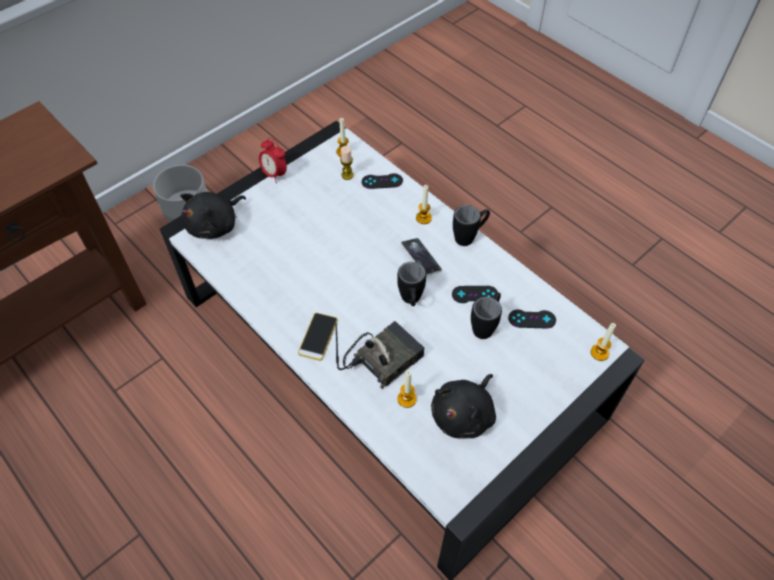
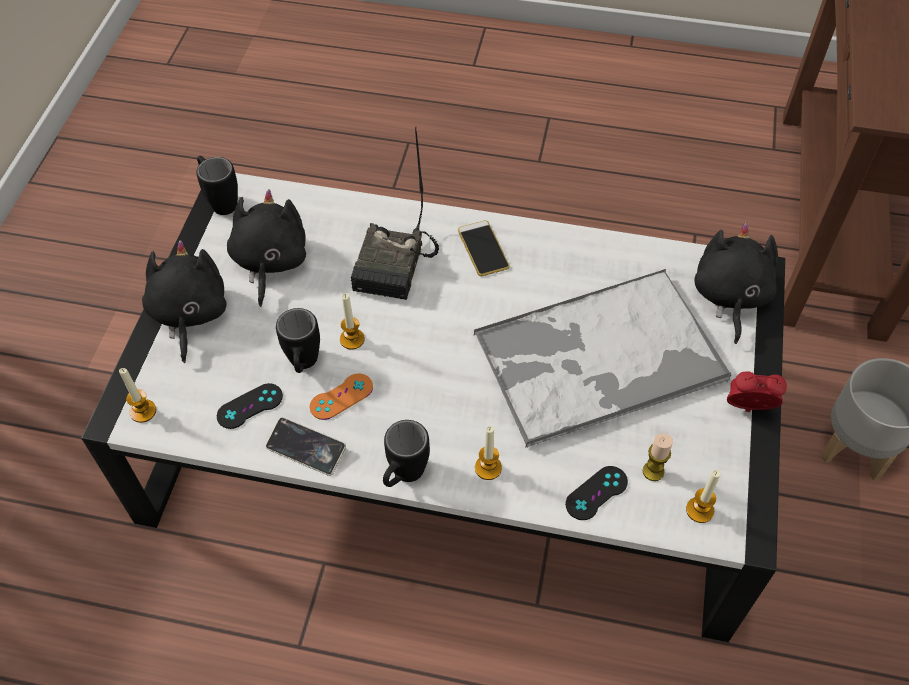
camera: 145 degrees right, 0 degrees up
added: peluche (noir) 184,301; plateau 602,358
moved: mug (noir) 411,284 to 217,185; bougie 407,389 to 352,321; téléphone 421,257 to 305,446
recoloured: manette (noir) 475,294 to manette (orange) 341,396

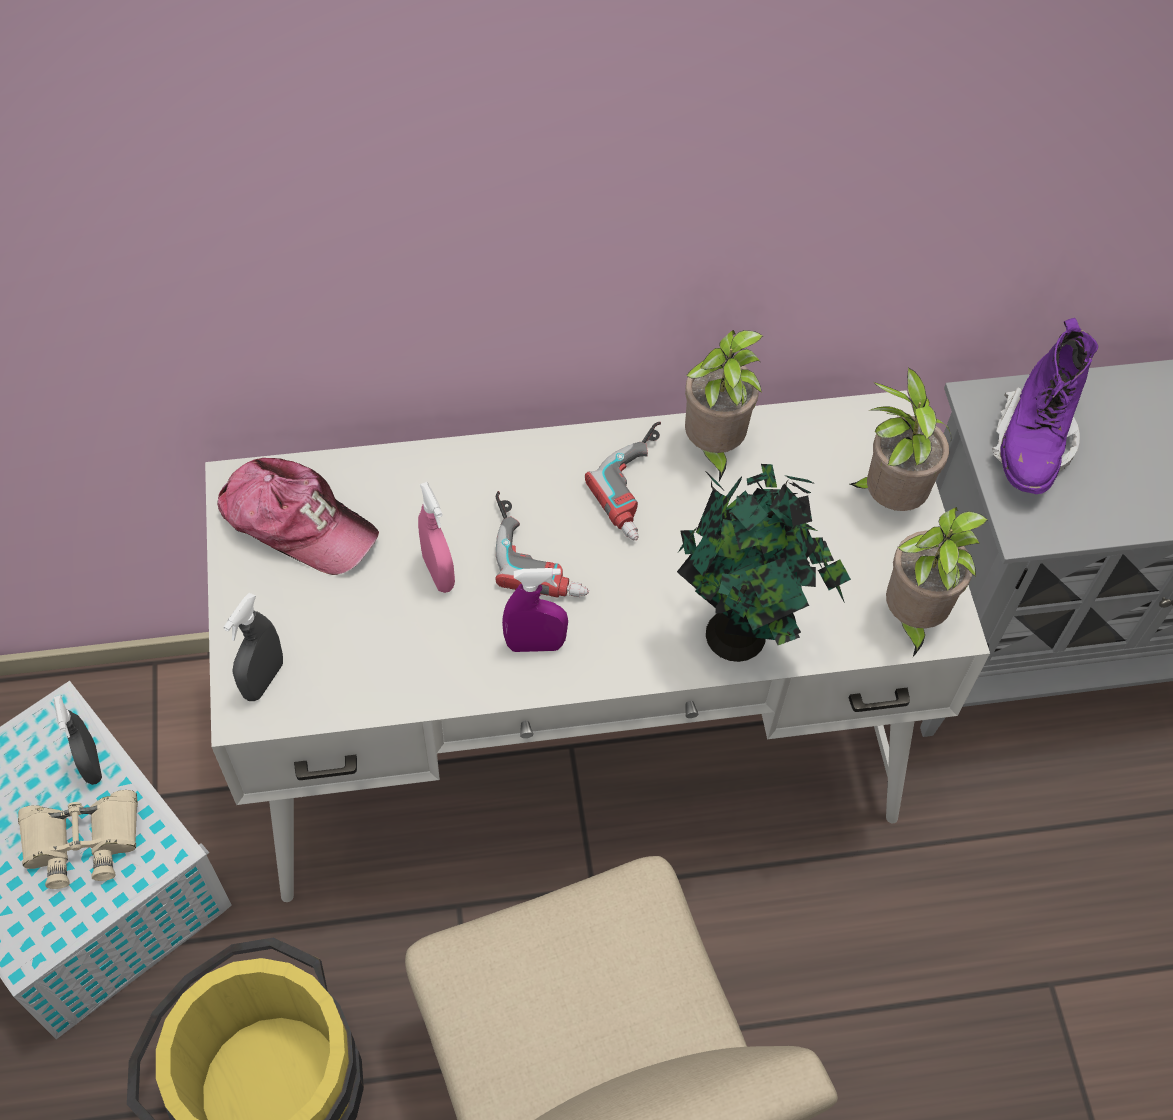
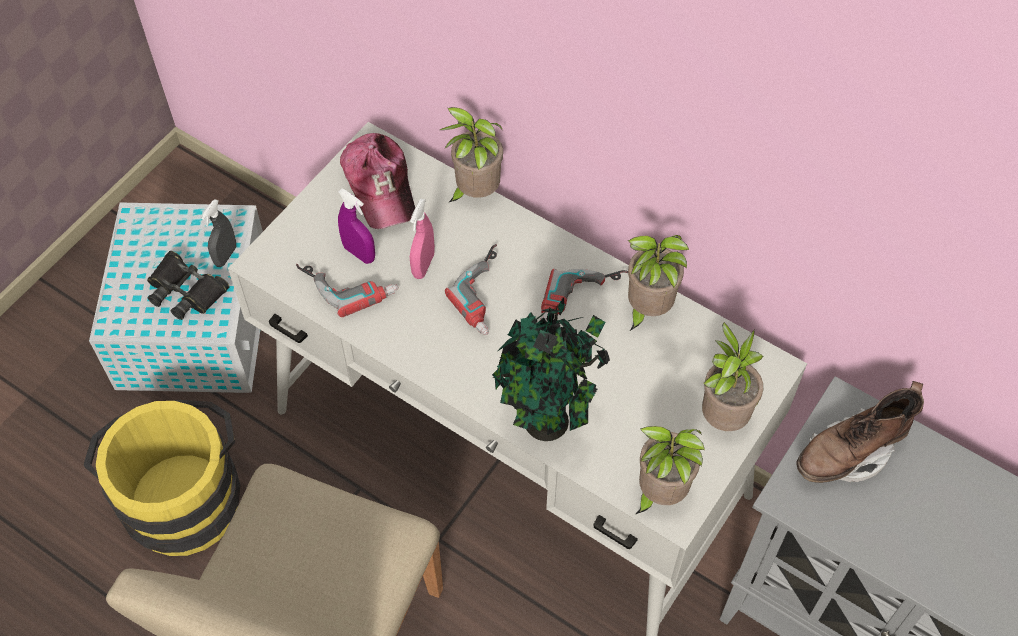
camera: 45 degrees right, 0 degrees up
removed: vaporisateur (gris) 253,647
added: perceuse 347,290; plante en pot 471,155
moved: vaporisateur (violet) 535,610 to 356,226
recoloured: jumelles (beige) 78,839 to jumelles (noir) 188,285; botte (violet) 1045,406 to botte (marron) 860,432

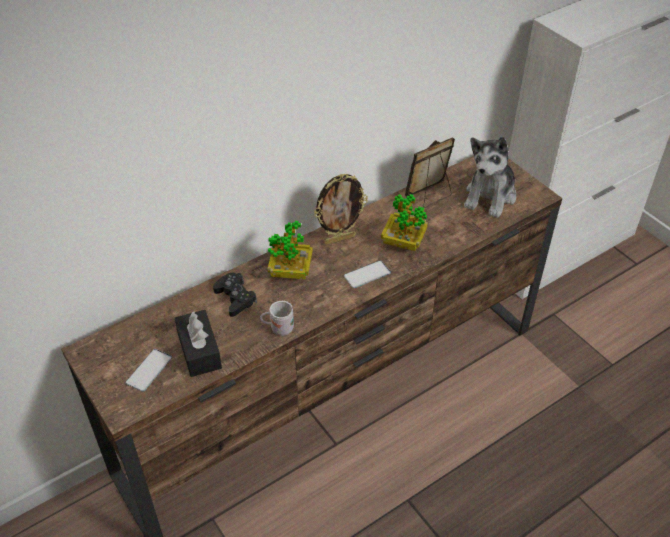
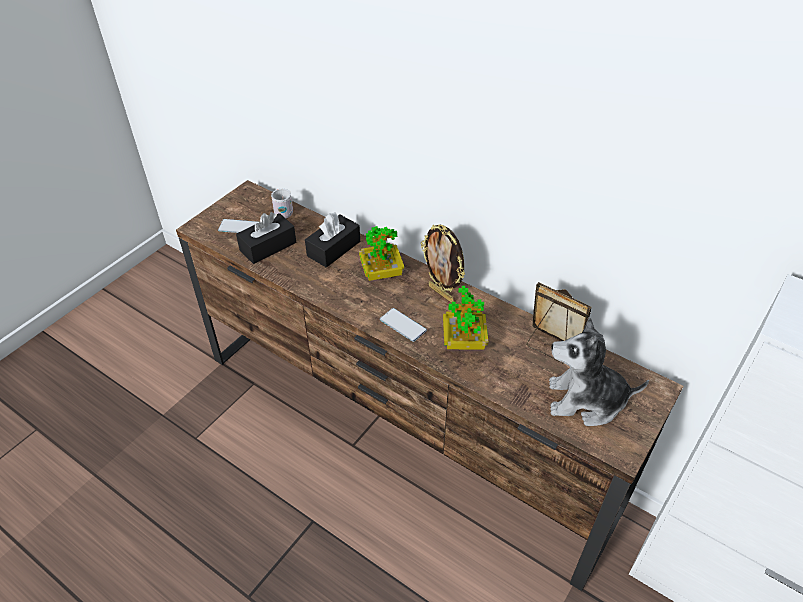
camera: 70 degrees right, 0 degrees up
moved: mug (blanc) 278,318 to 282,203
replaced: manette (noir) 235,295 to boîte à mouchoirs (noir) 332,240

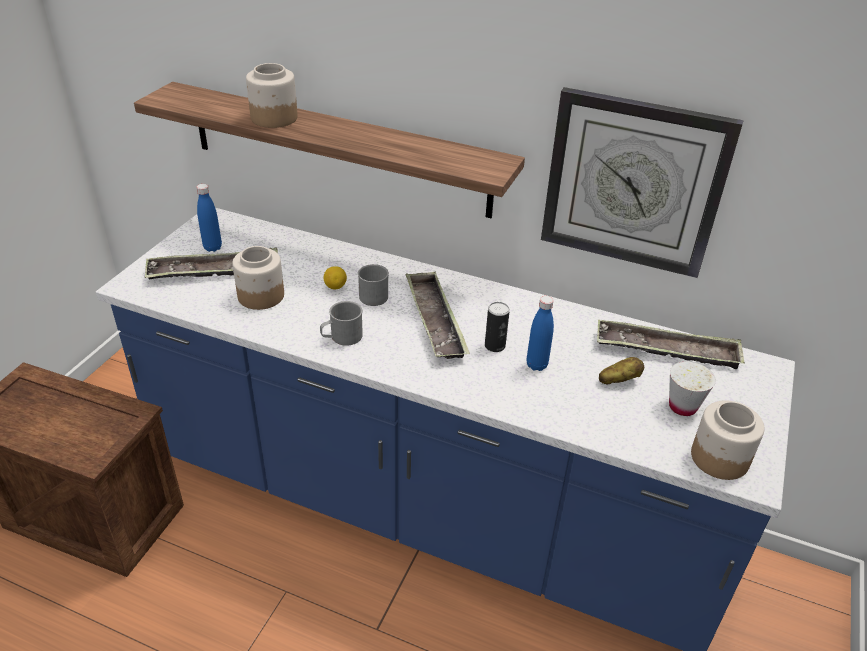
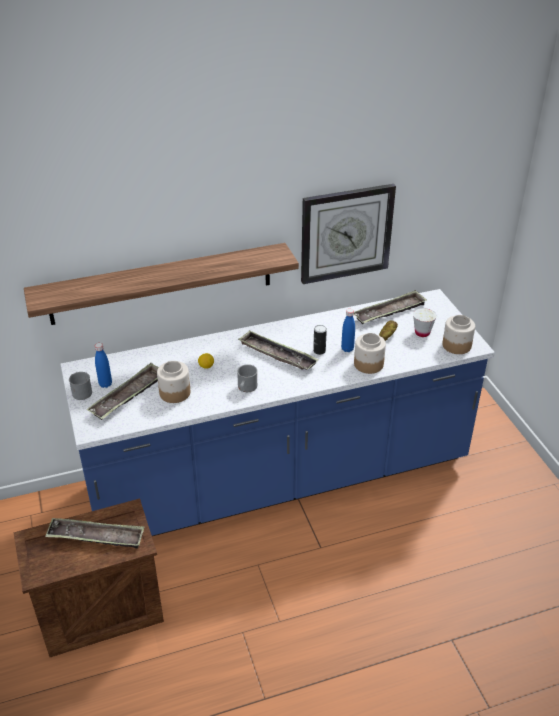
camera: 40 degrees left, 0 degrees up
added: plateau 94,533
moved: bocal 272,95 to 370,353; mug (gris) 373,285 to 80,386

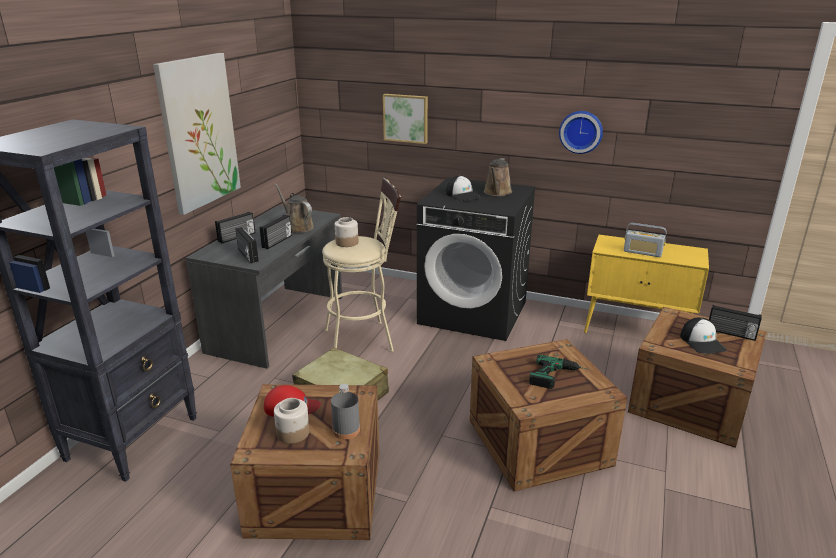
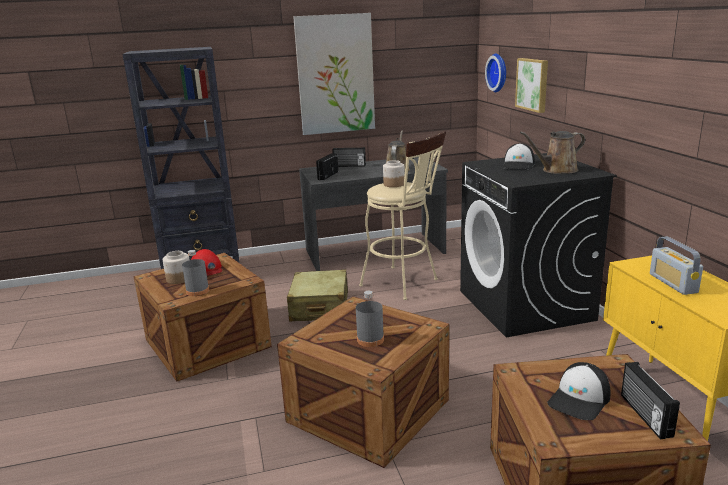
camera: 55 degrees right, 5 degrees down
removed: radio 276,232
moved: horloge murale 581,132 to 495,73
replaced: perceuse 559,372 to bouteille (gris) 370,319

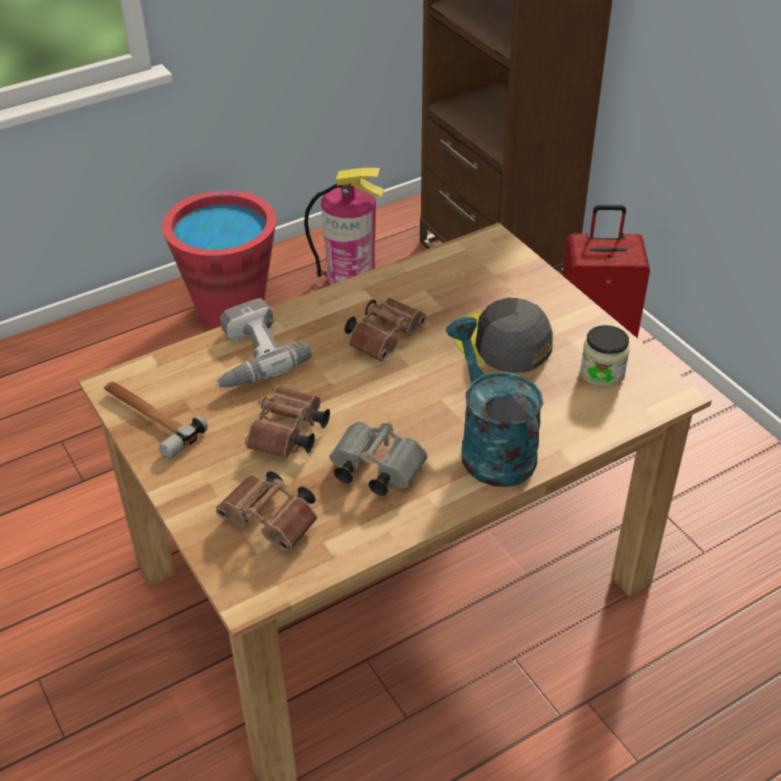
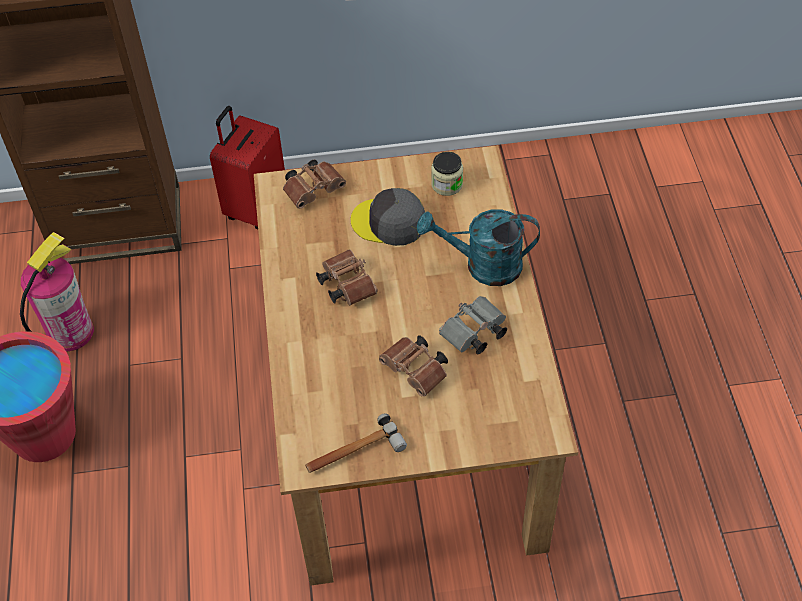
camera: 65 degrees left, 10 degrees up
removed: perceuse 263,342
moved: jumelles (marron) 266,511 to 314,184
turned: casquette (gris) 503,335 = 388,217 45 degrees clockwise

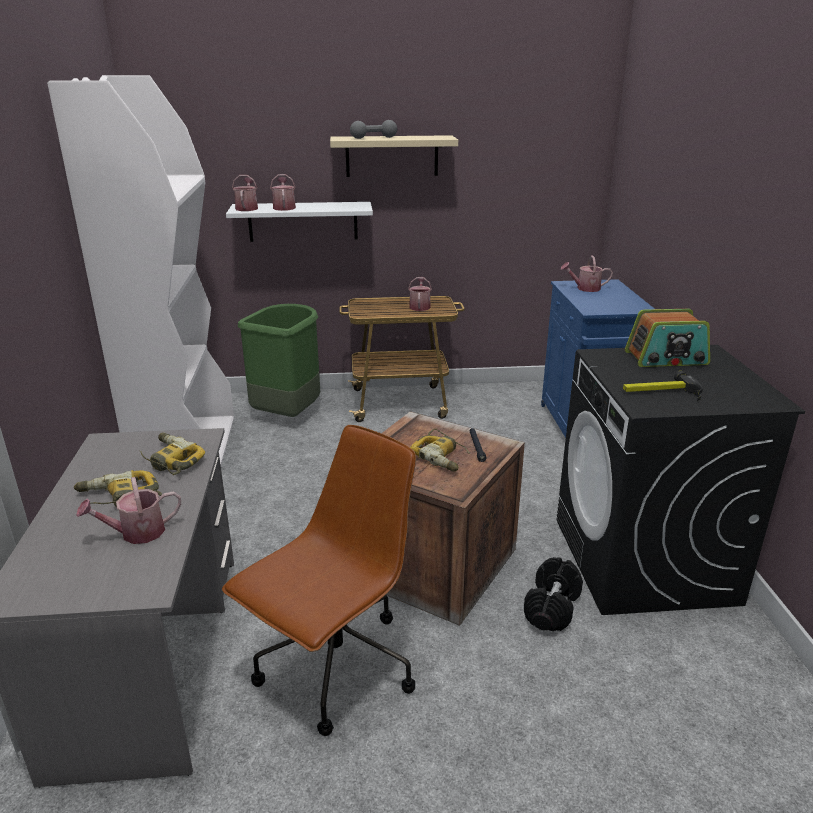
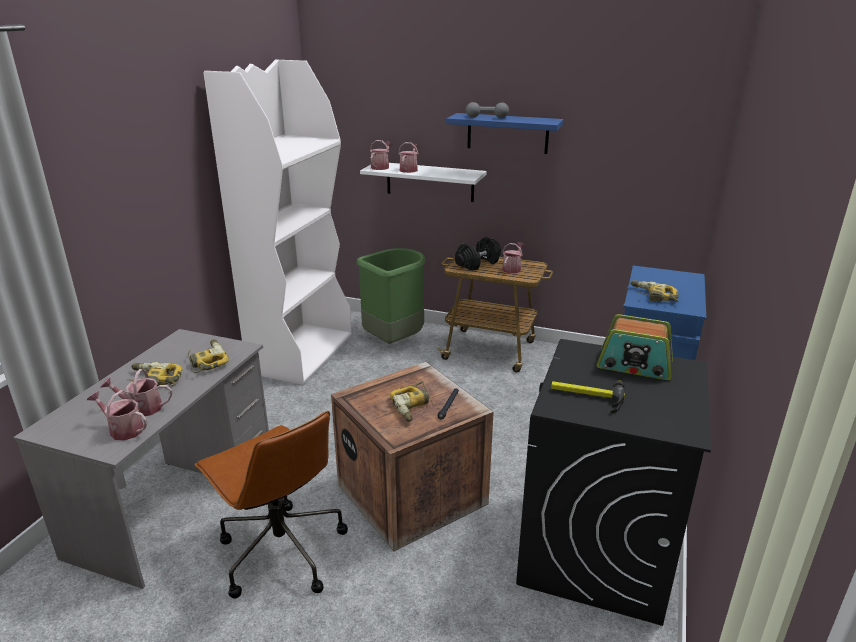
camera: 25 degrees right, 0 degrees up
added: perceuse 655,291
moved: haltère (noir) 553,594 to 478,254; arrosoir 587,273 to 117,415
recoloured: étagère (beige) 394,156 to étagère (bleu) 504,133
turned: chaise de bureau (marron) 319,580 = 271,505 75 degrees clockwise

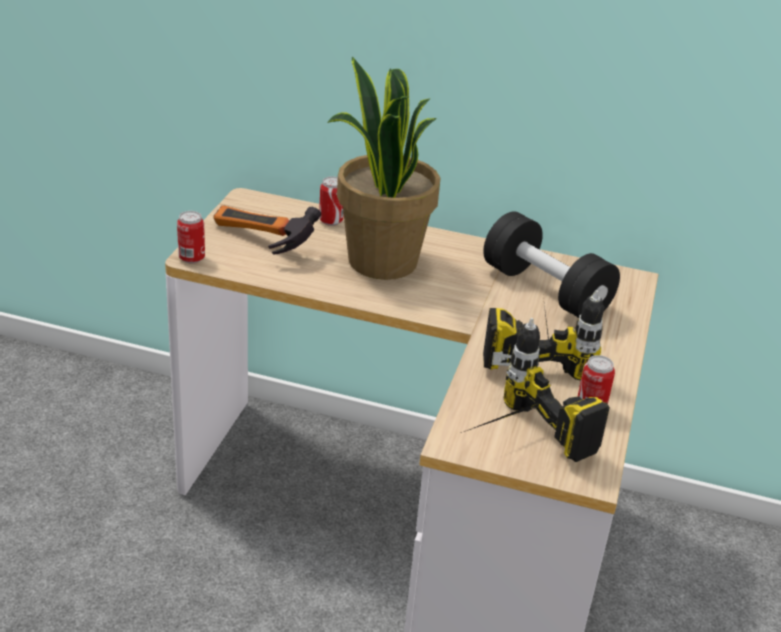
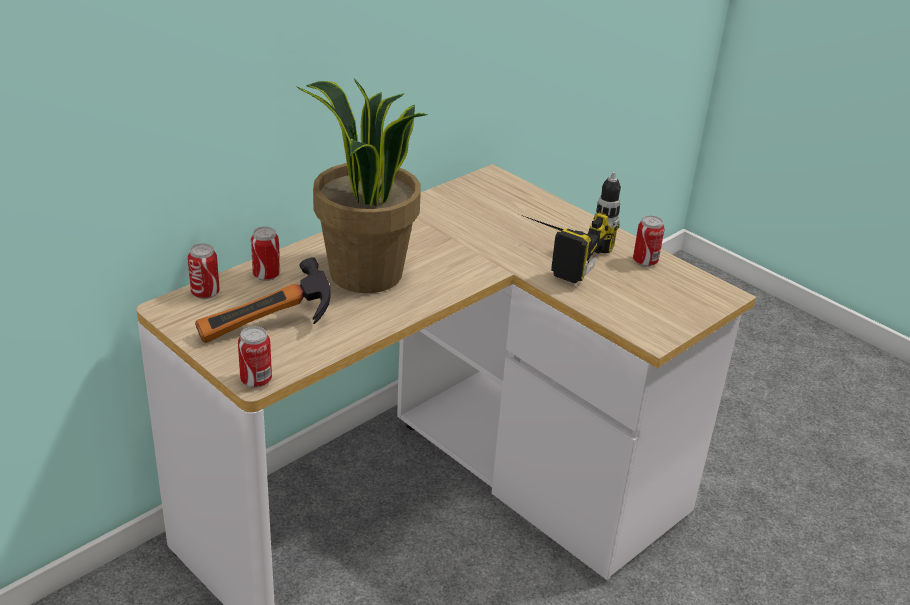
camera: 60 degrees left, 0 degrees up
removed: perceuse 535,390; haltère (noir) 551,265
added: boîte métallique 204,271

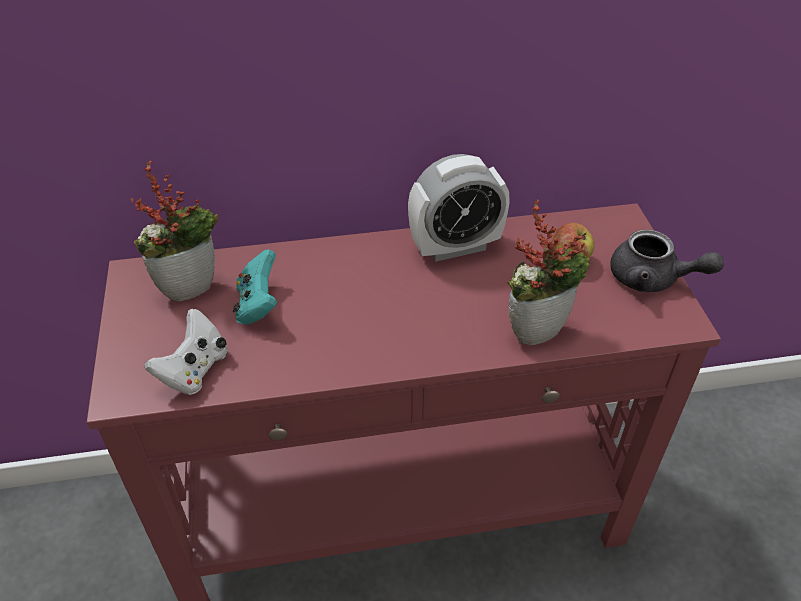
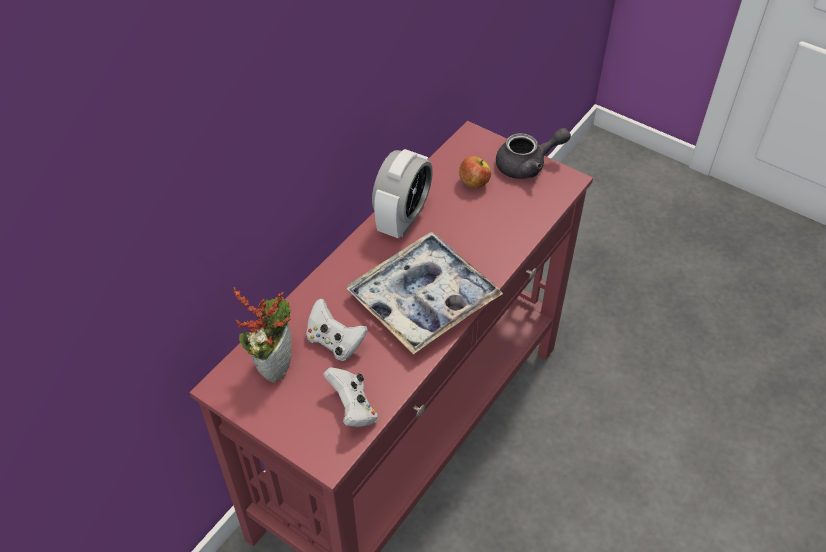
camera: 45 degrees left, 5 degrees up
removed: plante en pot 549,273
added: plateau 424,293
recoloured: manette (turquoise) 255,287 to manette (blanc) 337,330

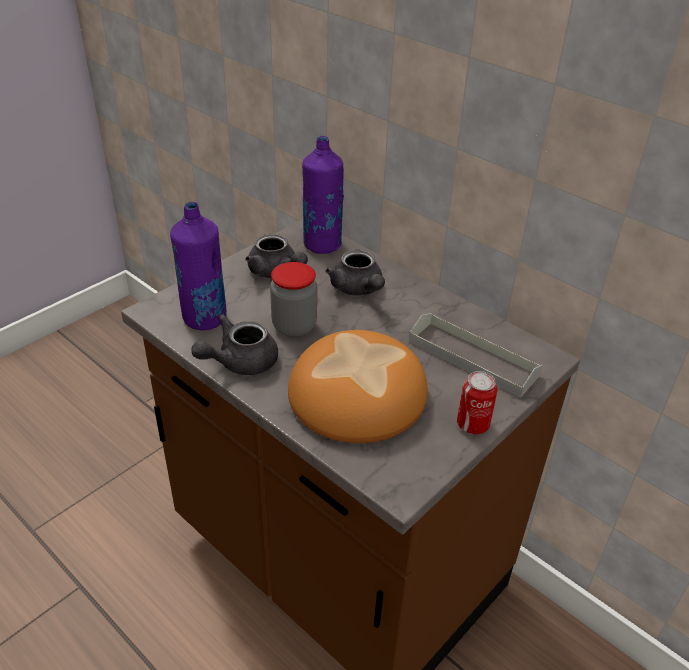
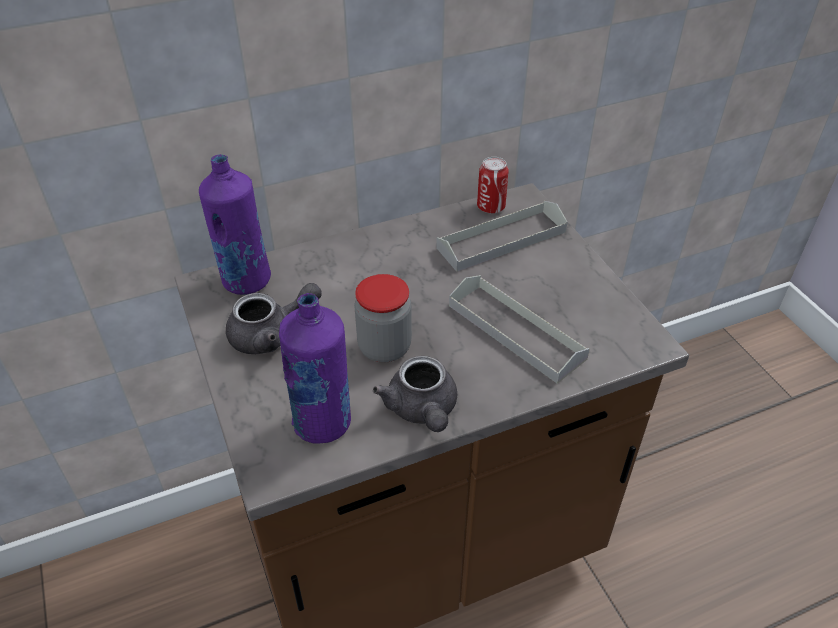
camera: 65 degrees left, 5 degrees up
removed: théière (gris) 355,273
moved: boîte métallique 477,402 to 493,185
replaced: pain 358,386 to plateau (gris) 519,329

